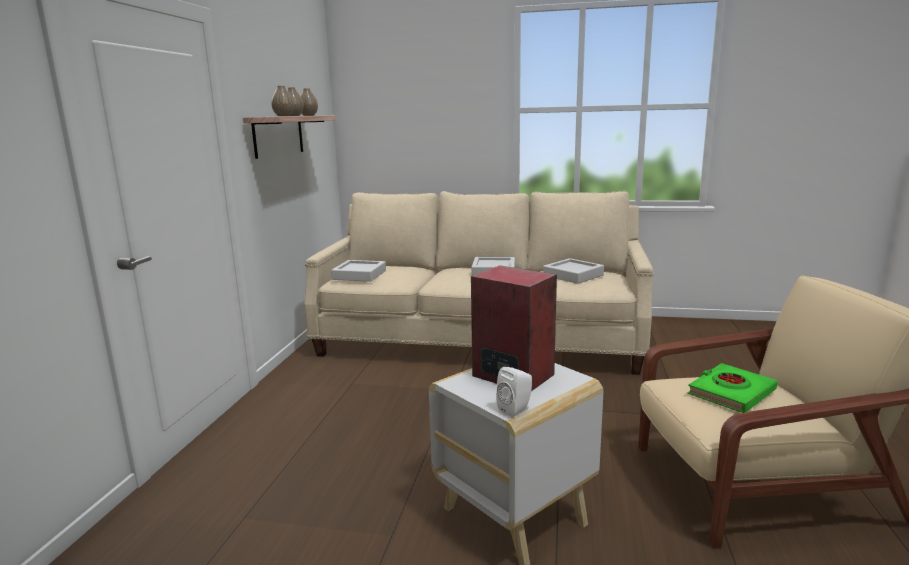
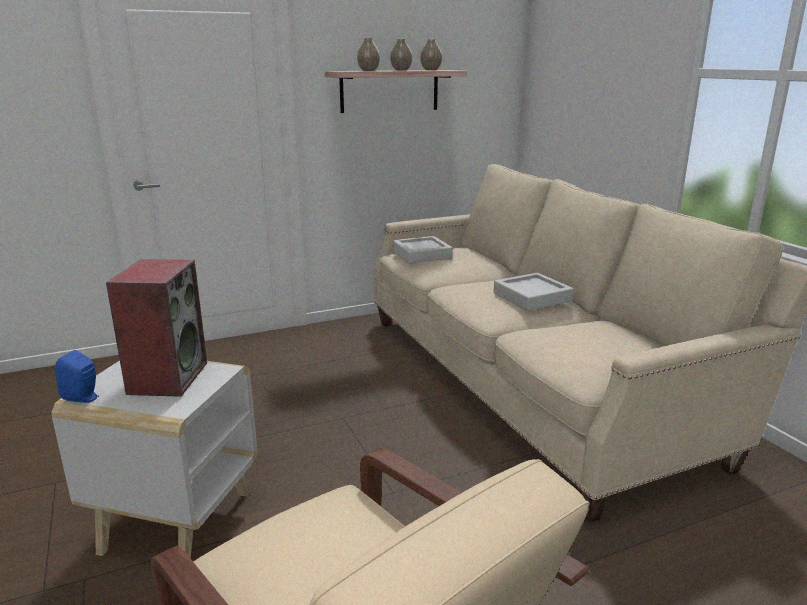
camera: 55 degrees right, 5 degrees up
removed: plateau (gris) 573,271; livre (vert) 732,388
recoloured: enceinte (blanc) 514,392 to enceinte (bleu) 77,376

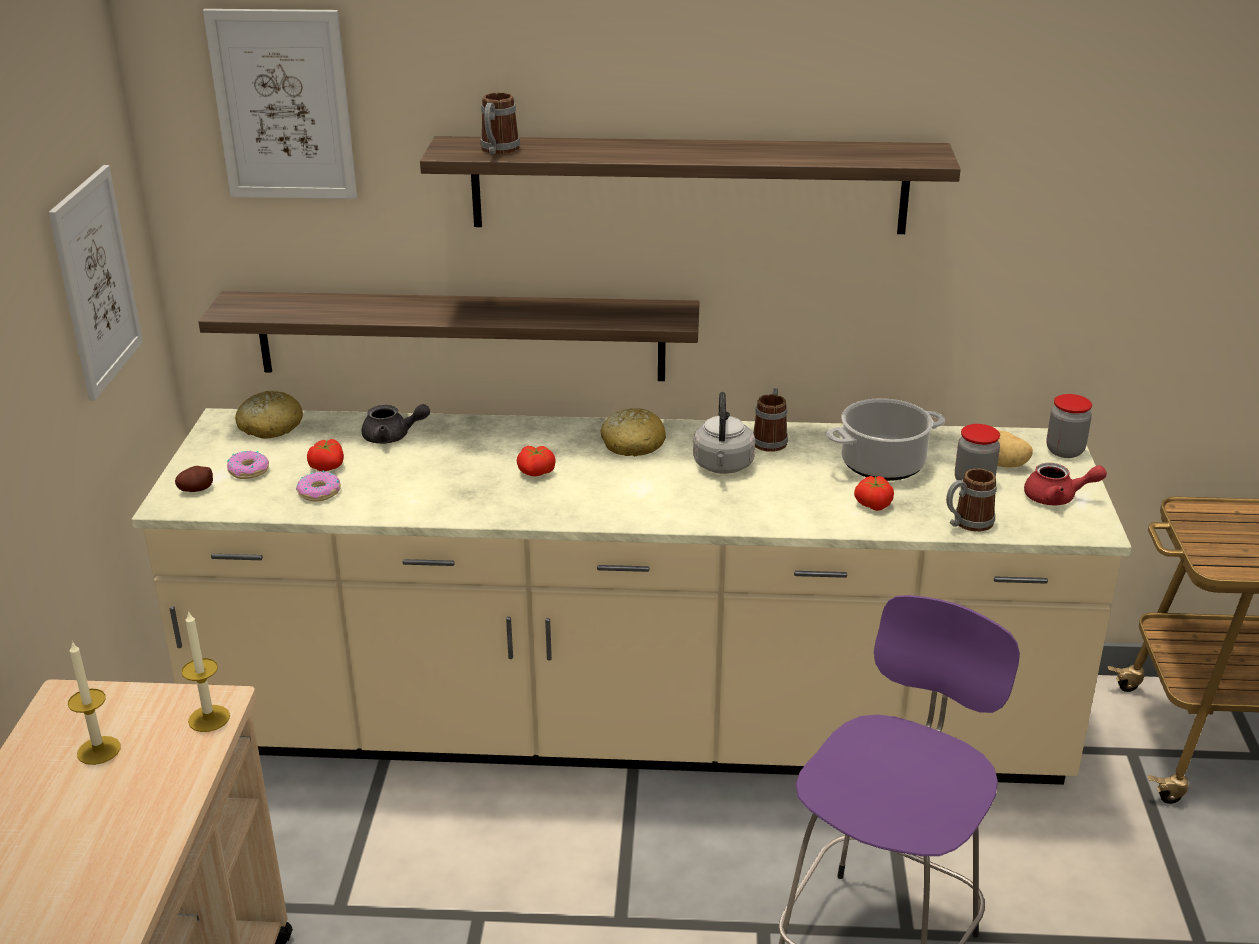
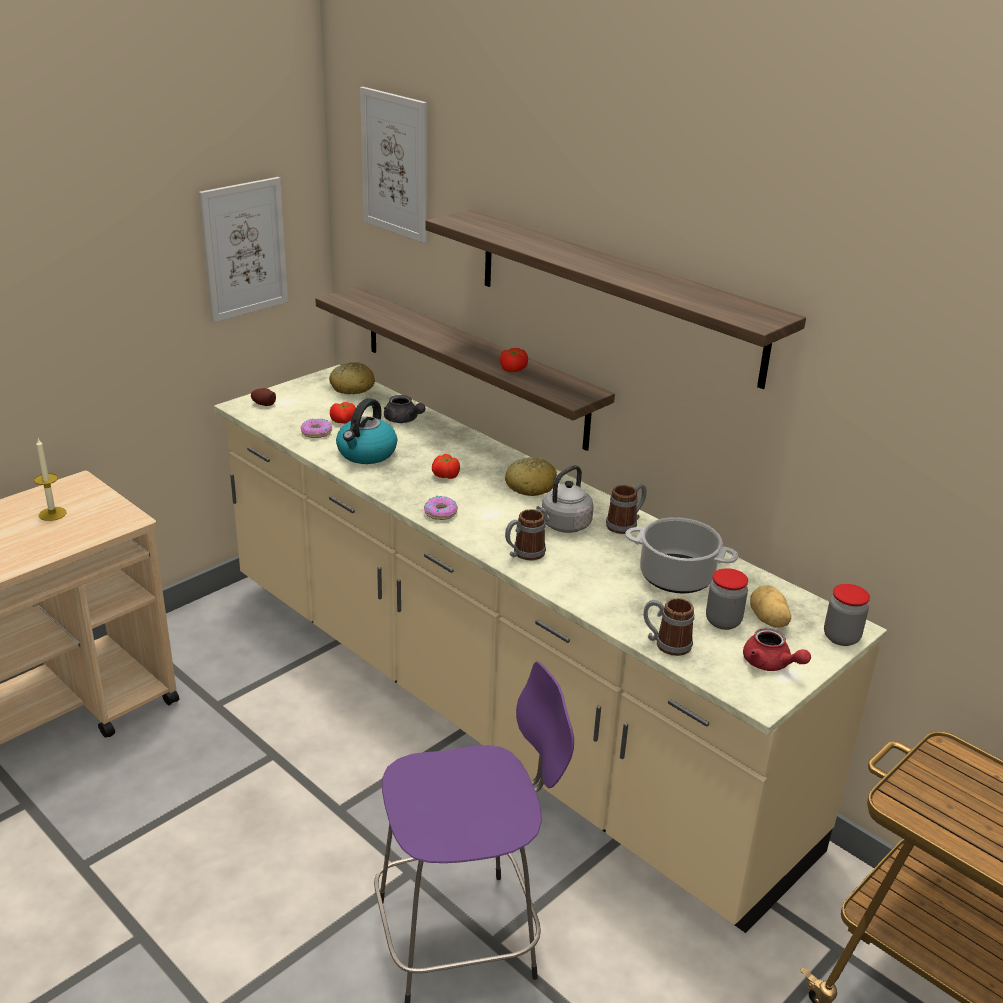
camera: 40 degrees right, 0 degrees up
removed: bougie 205,671
added: bouilloire 366,431
moved: beignet 248,465 to 441,508; mug 500,123 to 525,534; tomate 874,493 to 514,360

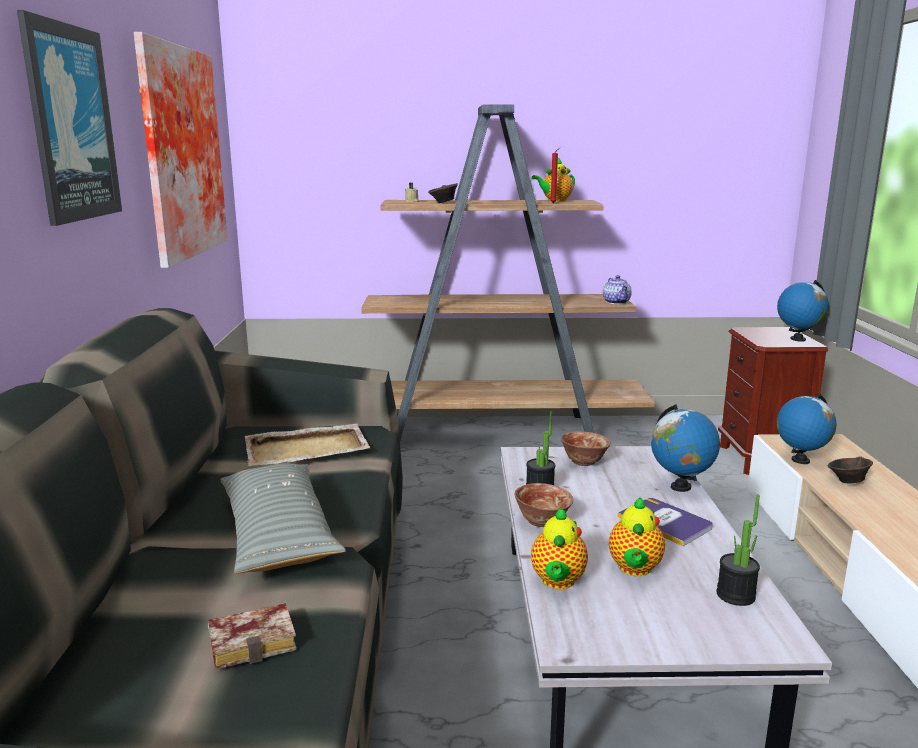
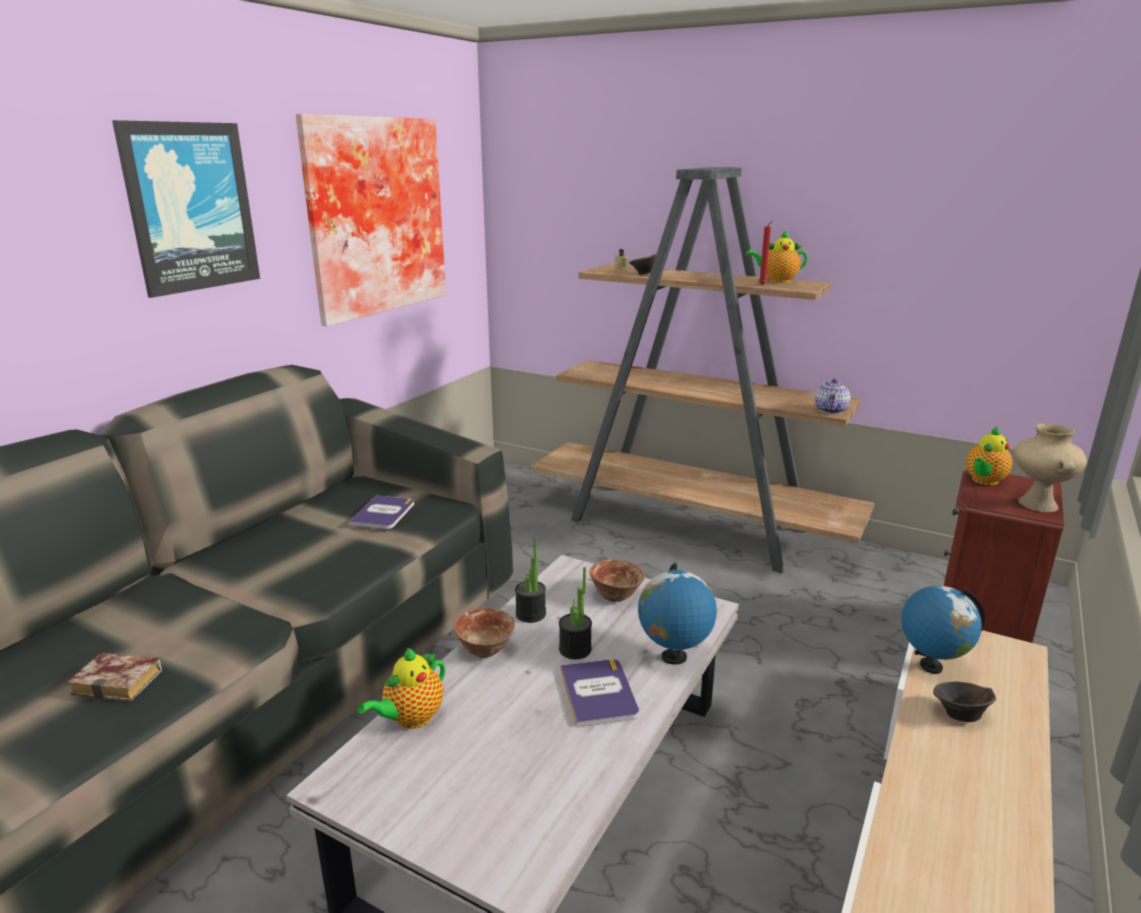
camera: 30 degrees right, 5 degrees up
removed: coussin (gris) 283,519
moved: théière 637,536 to 989,455; plante en pot 738,550 to 575,613
replaced: plateau (beige) 308,444 to livre 381,512; globe 803,311 to vase (beige) 1050,468

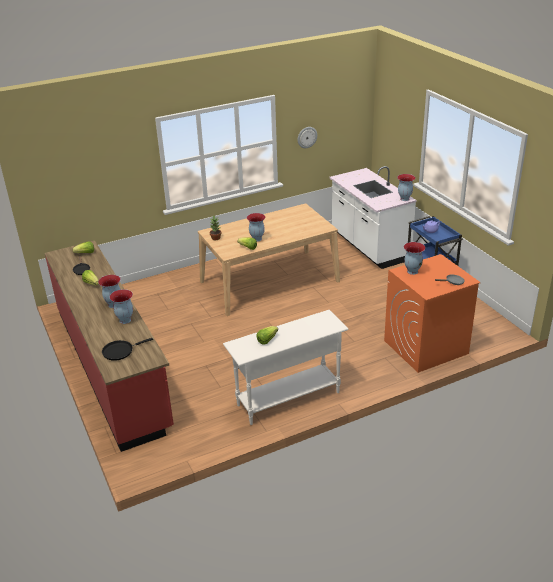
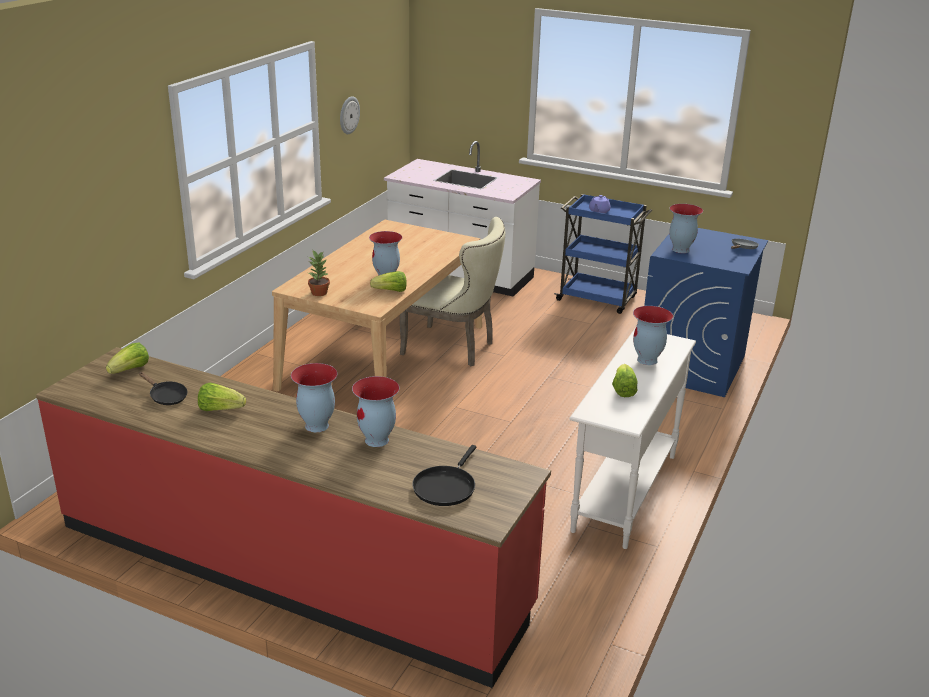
camera: 40 degrees left, 5 degrees down
added: chaise (beige) 452,291
moved: vase 406,187 to 653,335
recoloured: lave-linge (orange) 432,313 to lave-linge (bleu) 706,312

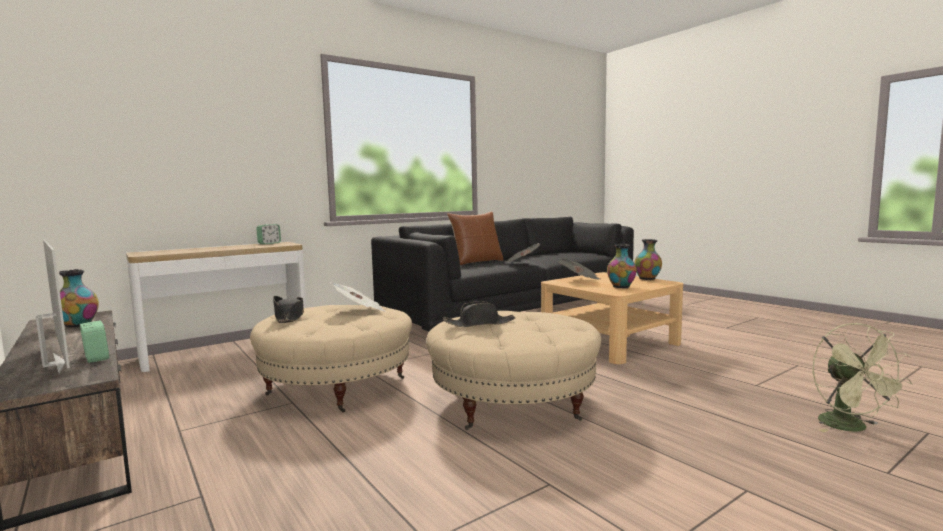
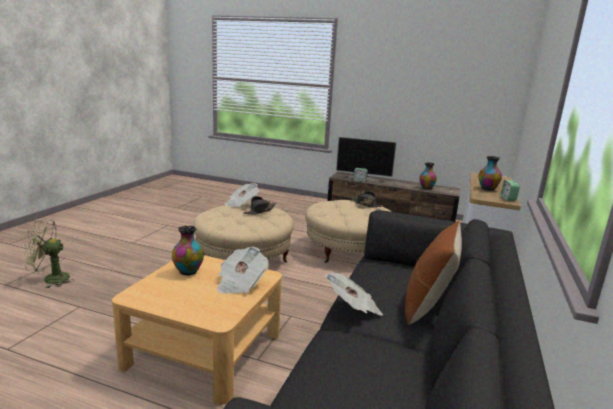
camera: 145 degrees right, 10 degrees up
moved: journal 358,297 to 242,195; vase 648,259 to 490,173
turned: ventilateur (vert) 862,377 = 48,254 60 degrees counterclockwise

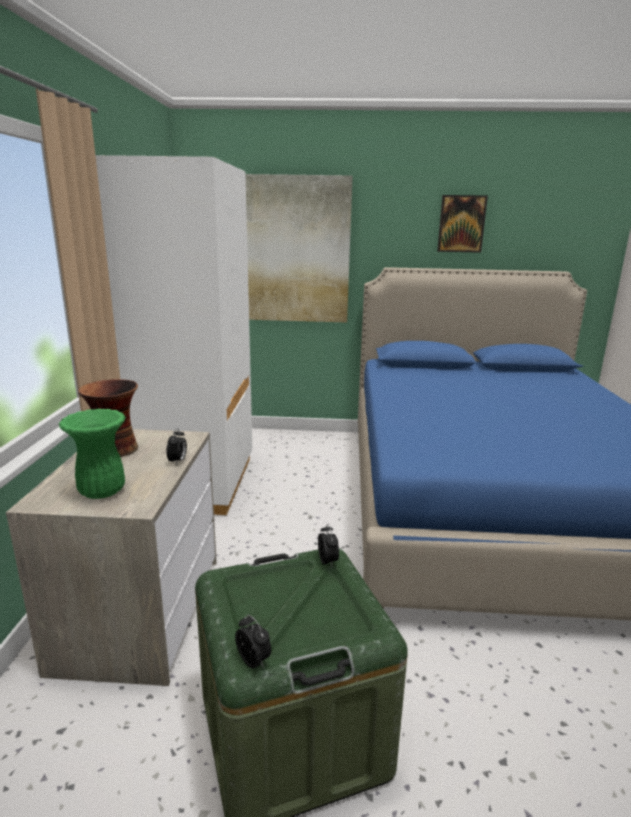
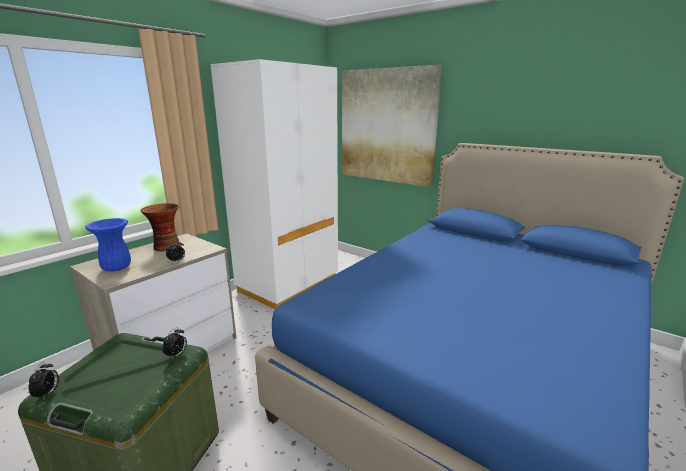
camera: 35 degrees right, 0 degrees up
removed: tableau 462,224
recoloured: vase (vert) 92,454 to vase (bleu) 108,245

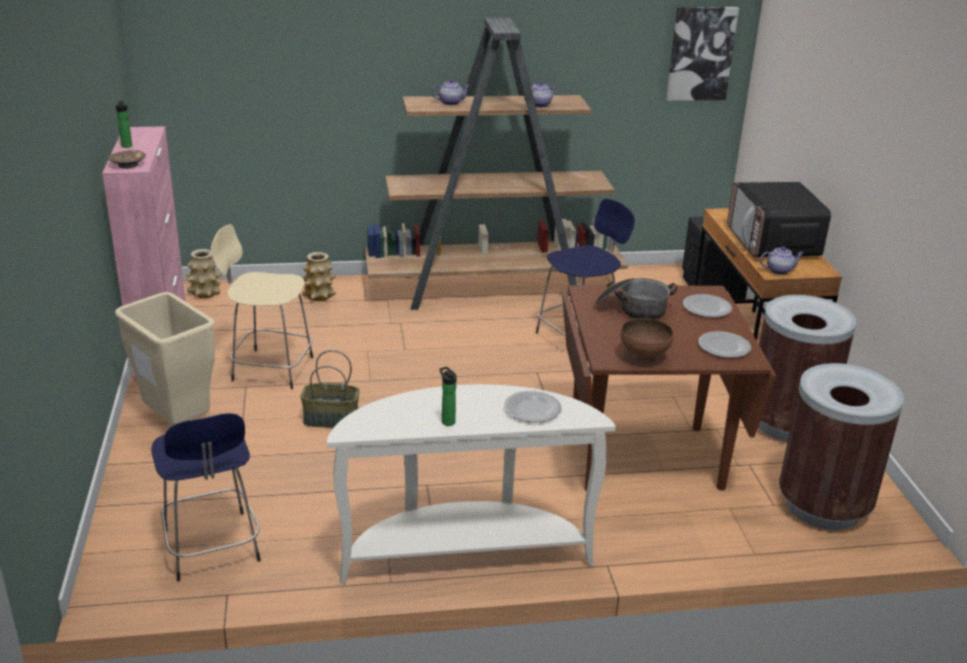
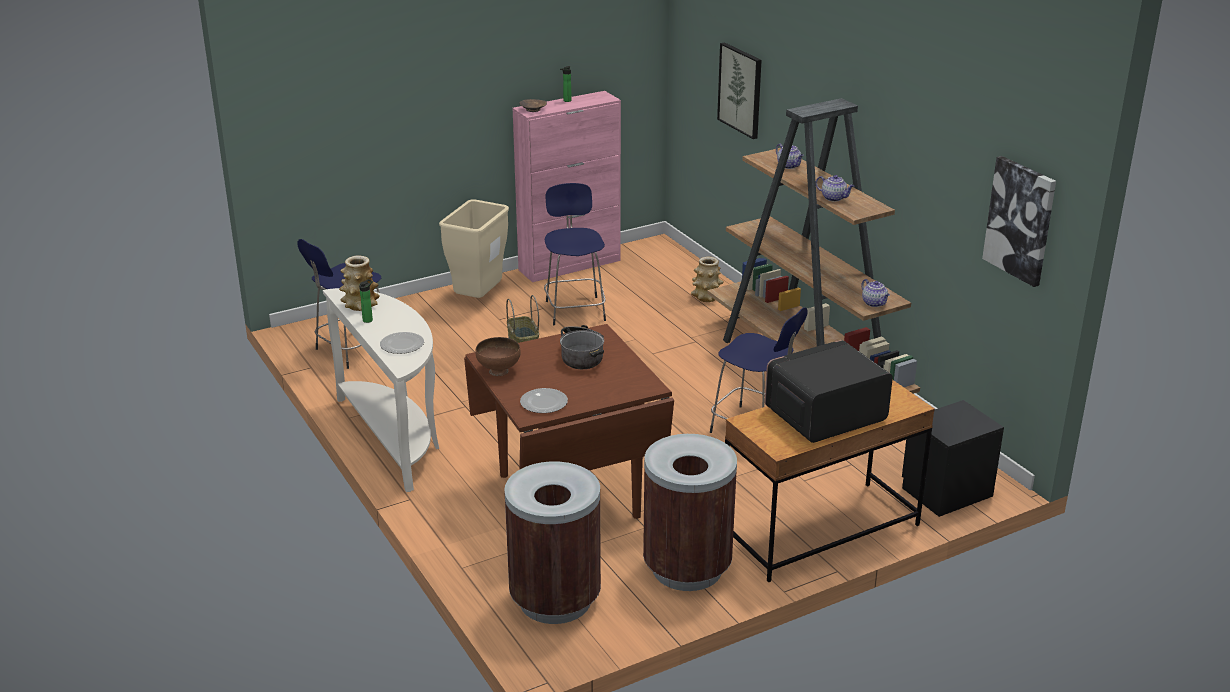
camera: 70 degrees right, 0 degrees up
removed: assiette 707,305
added: tableau 739,90
moved: vase 203,273 to 359,283; théière 782,260 to 875,293
recoloured: tabouret (beige) 262,306 to tabouret (bleu) 575,254

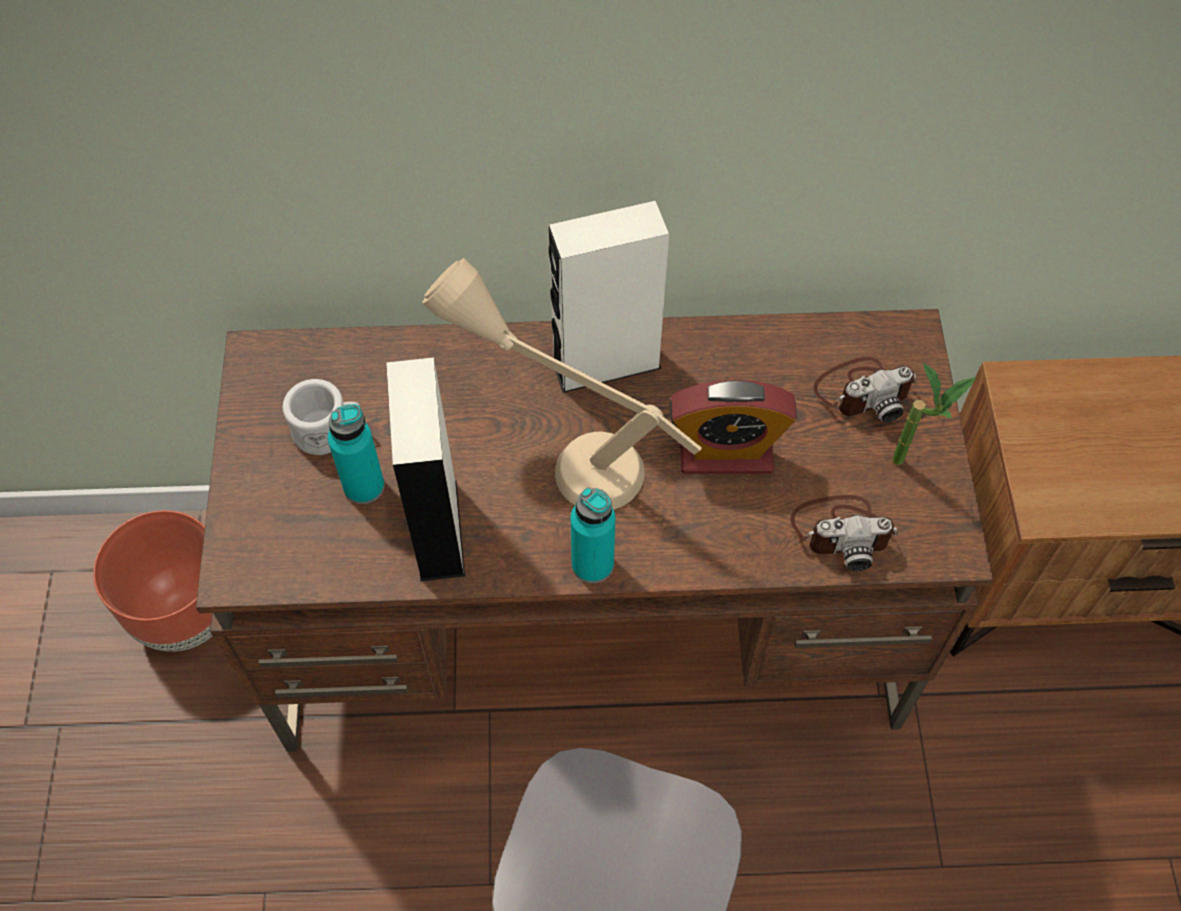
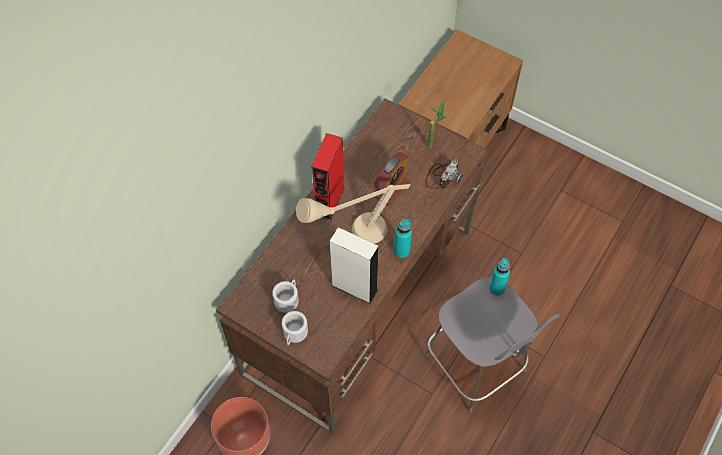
camera: 55 degrees left, 0 degrees up
removed: appareil photo 864,390
added: mug (blanc) 295,328
moved: bouteille (turquoise) 356,454 to 499,276
recoloured: enceinte (blanc) 608,296 to enceinte (rouge) 328,177

